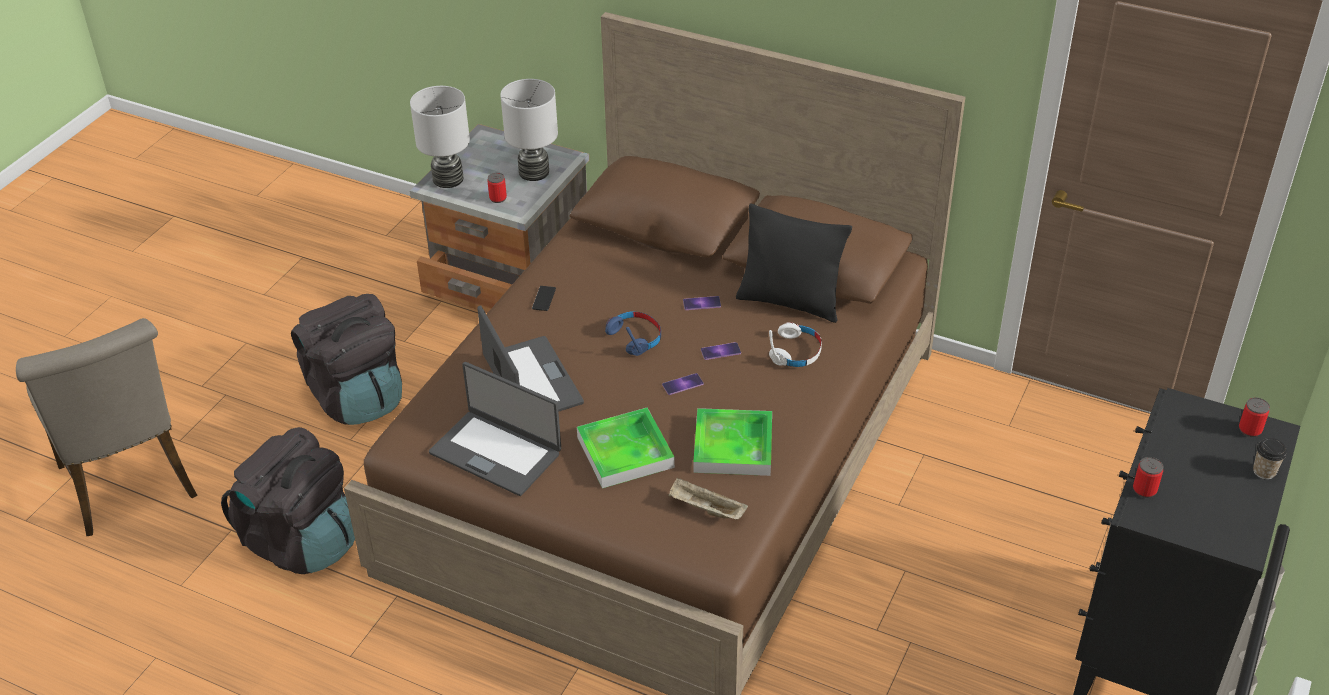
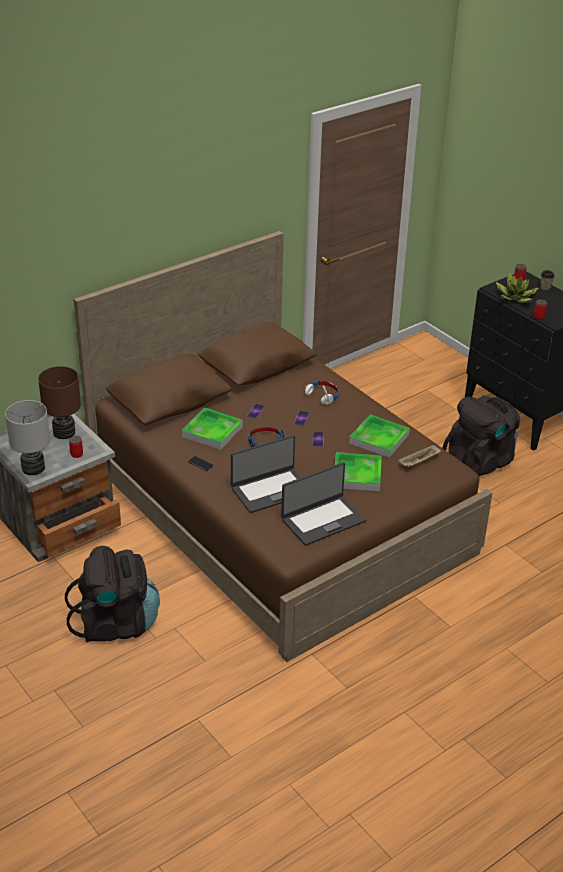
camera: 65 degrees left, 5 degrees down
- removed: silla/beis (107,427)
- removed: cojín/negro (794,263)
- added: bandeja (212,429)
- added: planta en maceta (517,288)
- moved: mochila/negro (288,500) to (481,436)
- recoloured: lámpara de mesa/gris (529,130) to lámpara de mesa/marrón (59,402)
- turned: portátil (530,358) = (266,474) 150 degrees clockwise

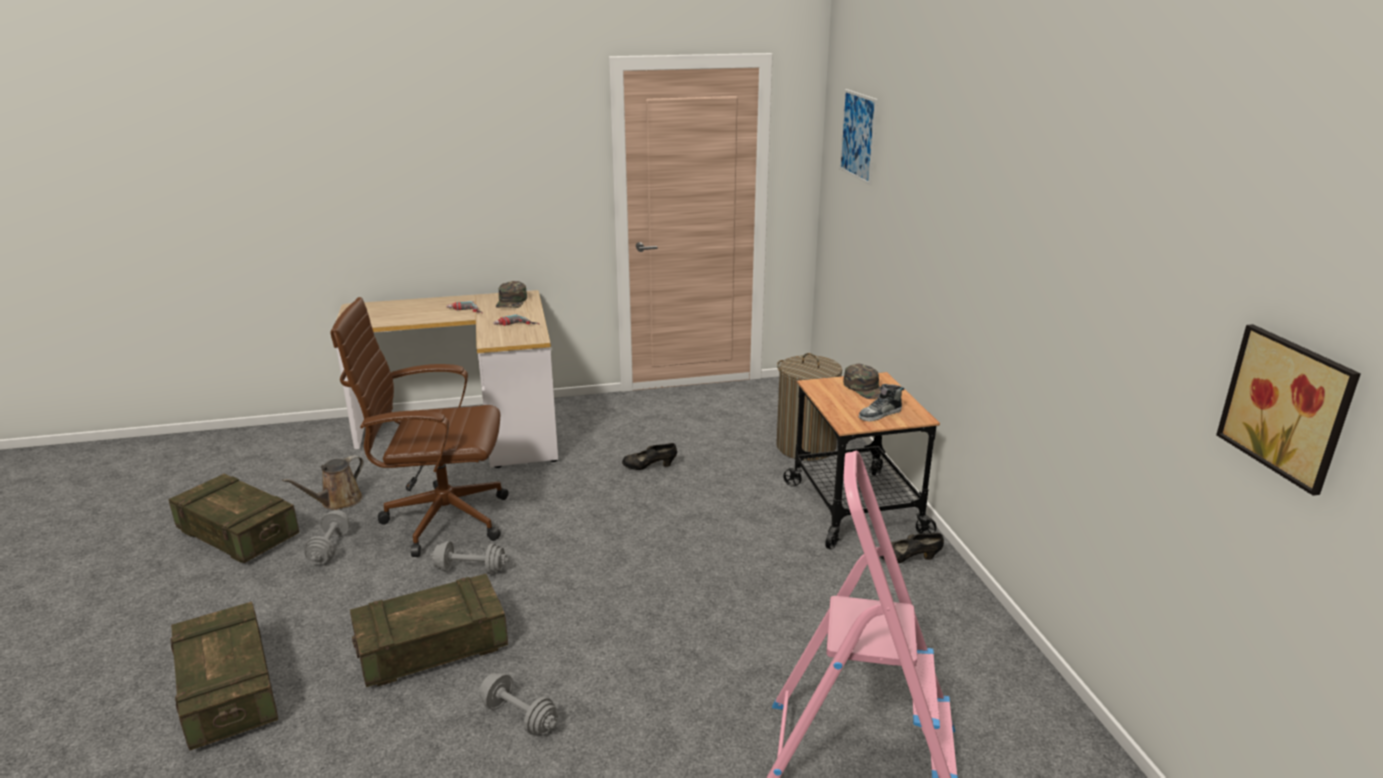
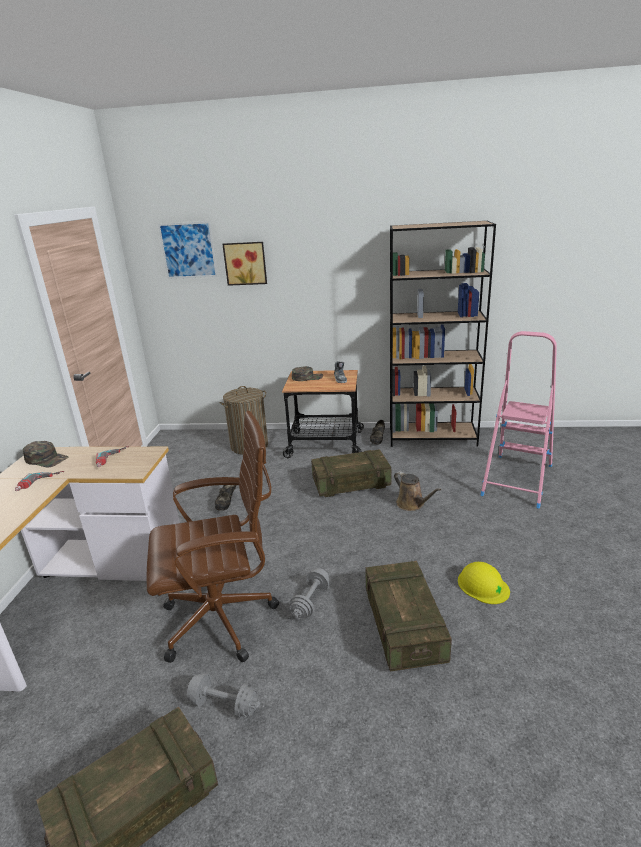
camera: 70 degrees left, 0 degrees up
- added: estantería/beis (443,334)
- moved: caja de embalaje (224,676) to (351,473)
- moved: regadera/marrón (323,482) to (417,491)
- moved: cuadro (1288,410) to (244,264)
- replaced: mancuerna/gris (518,704) to casco/amarillo (484,583)
- turned: silla de oficina/marrón (420,427) = (213,537) 120 degrees counterclockwise

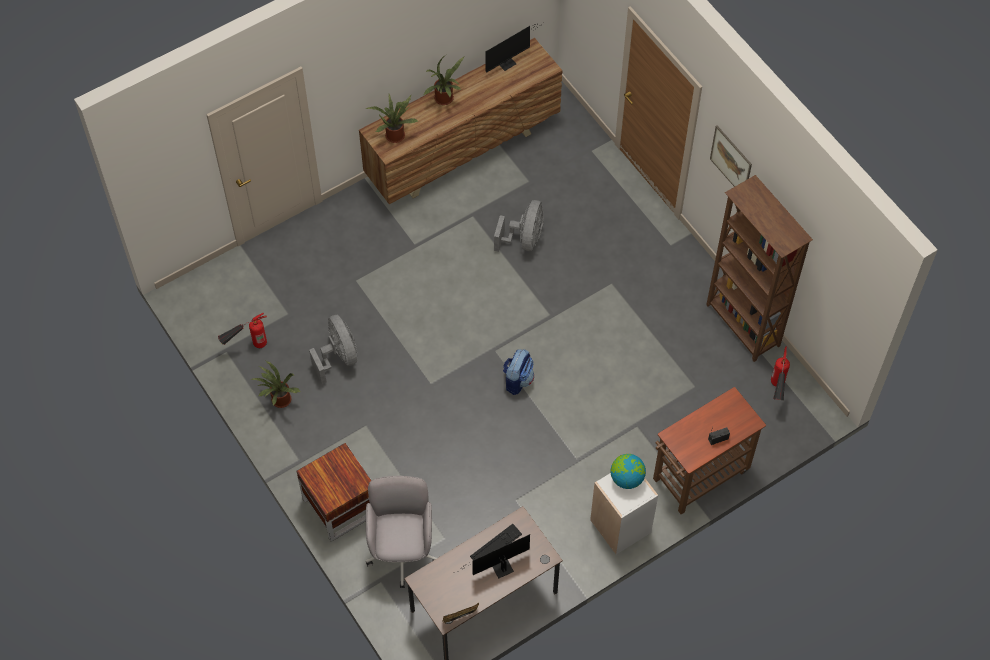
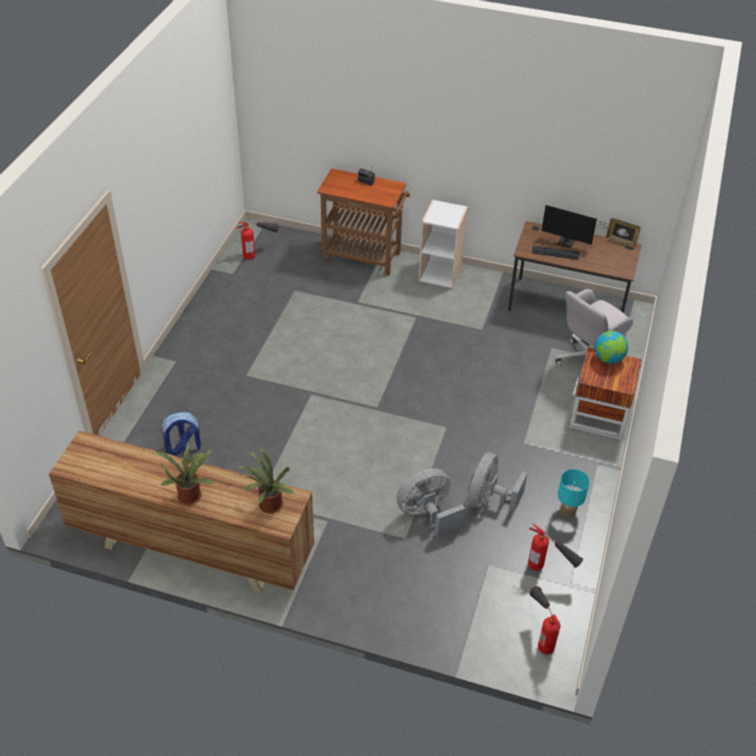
camera: 130 degrees left, 15 degrees down
- removed: monitor (512,48)
- removed: estantería/marrón (759,268)
- removed: cuadro (731,156)
- added: extintor (545,620)
- moved: ventilador/gris (519,226) to (430,502)
- moved: mochila (518,372) to (181,434)
- moved: globo terráqueo (628,471) to (611,347)
- replaced: planta en maceta (275,384) to lámpara de mesa/turquesa (574,493)

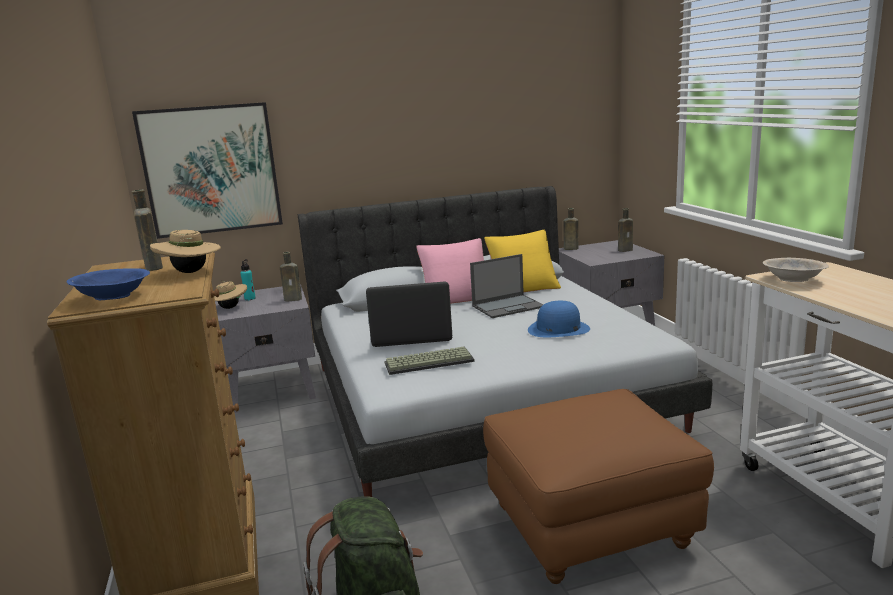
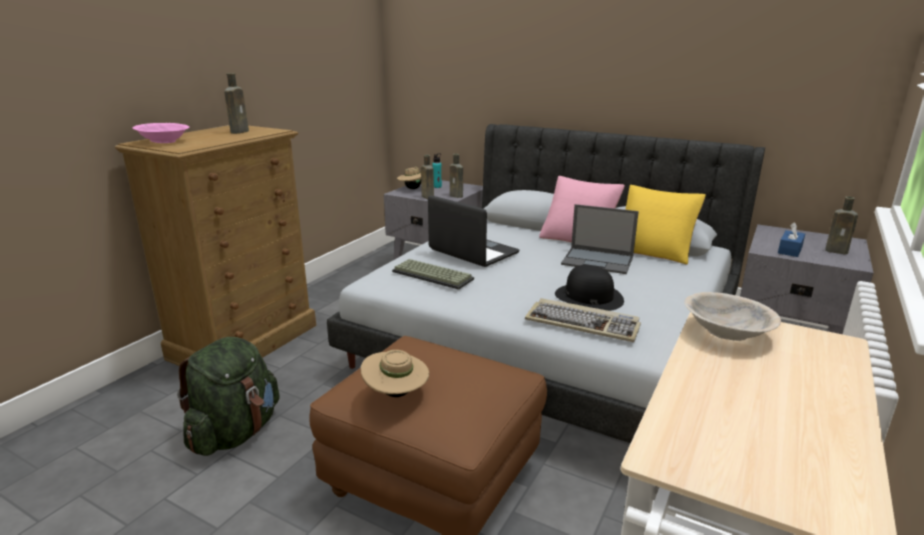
camera: 45 degrees right, 5 degrees up
- removed: cuadro (207,170)
- added: teclado (583,320)
- added: caja de pañuelos/azul (791,239)
- moved: sombrero/beis (185,251) to (395,373)
- moved: botella/marrón (570,229) to (427,177)
- recoloured: cuenco/azul (108,284) to cuenco/rosa (160,133)
- recoloured: sombrero/azul (559,319) to sombrero/negro (589,288)

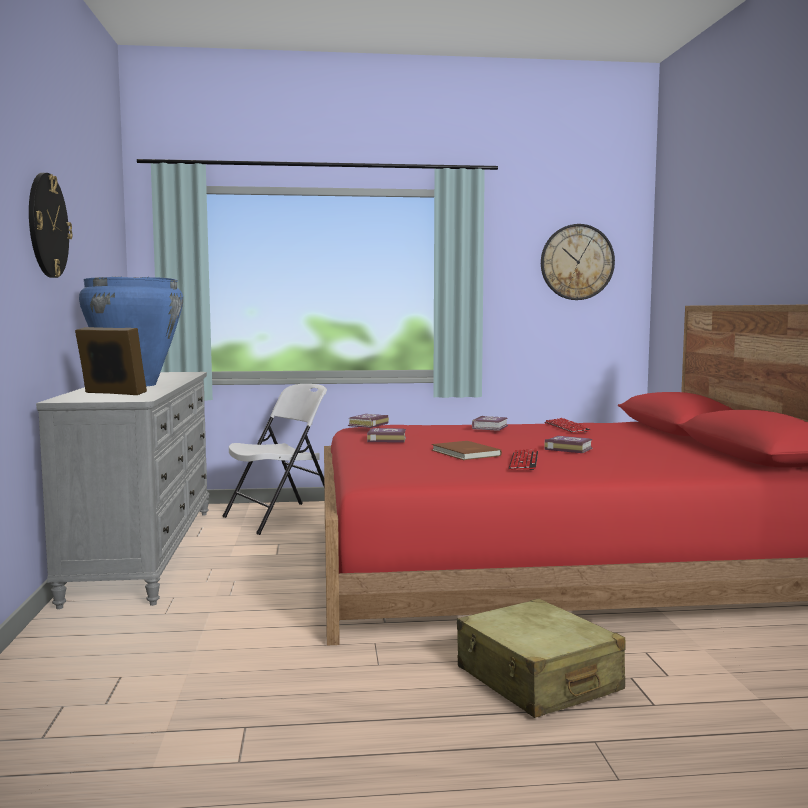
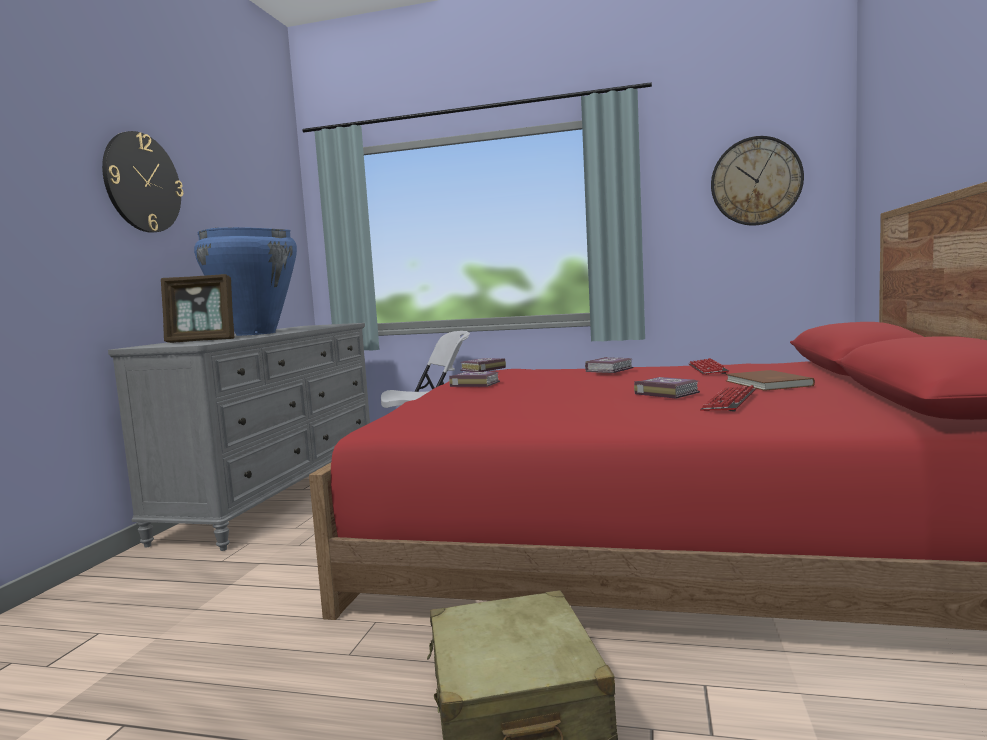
camera: 20 degrees right, 0 degrees up
- moved: libro/marrón (466,450) to (770,380)
- moved: teclado (523,459) to (728,398)
- turned: portarretratos (111,361) = (197,308) 135 degrees clockwise

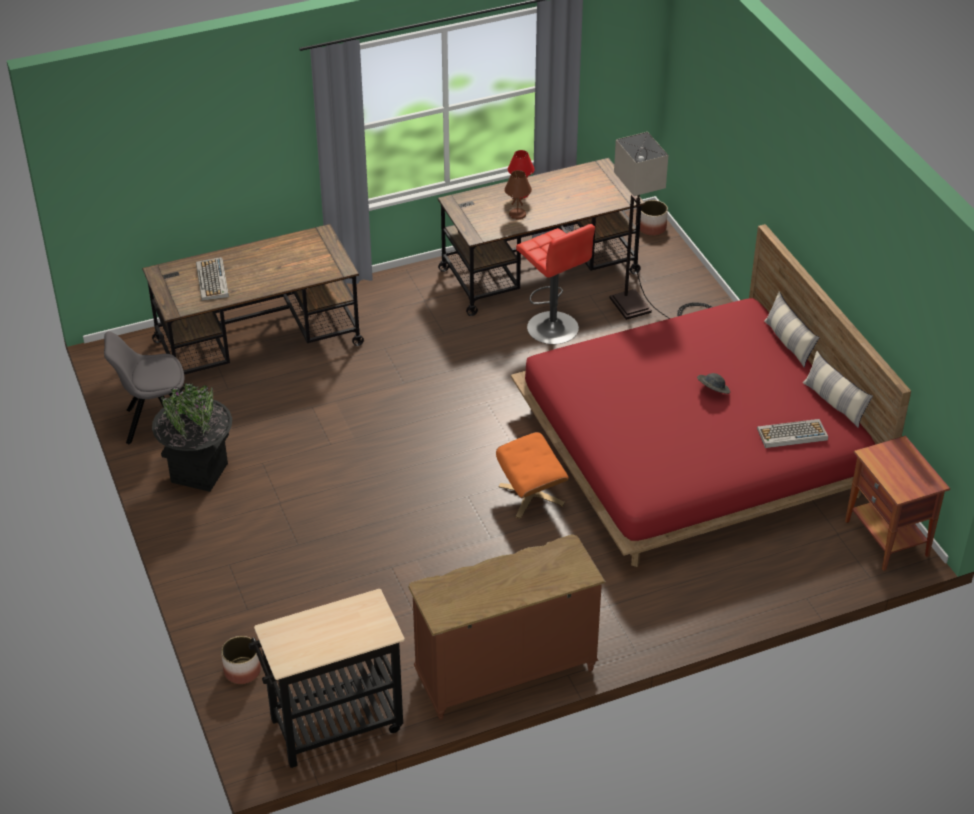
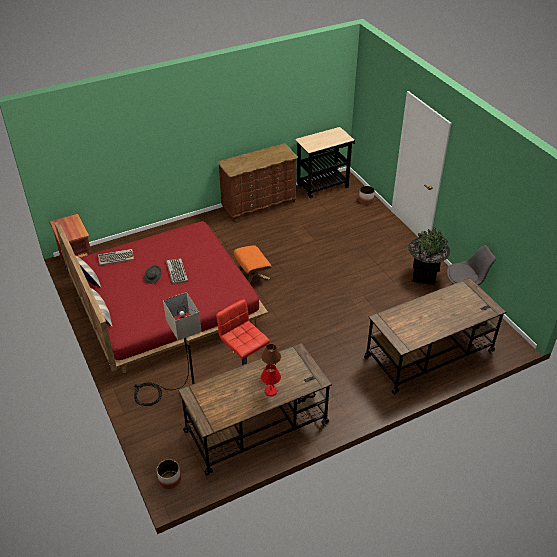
camera: 175 degrees right, 0 degrees up
- moved: teclado (212,279) to (177,271)

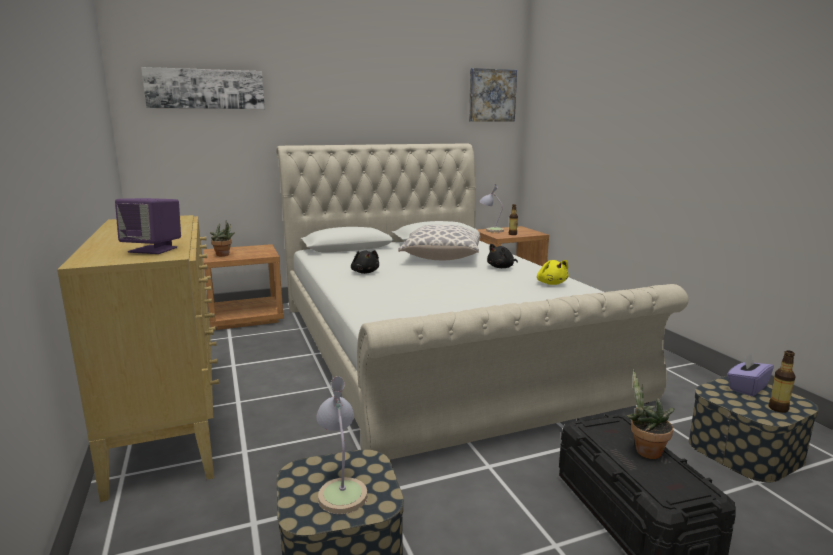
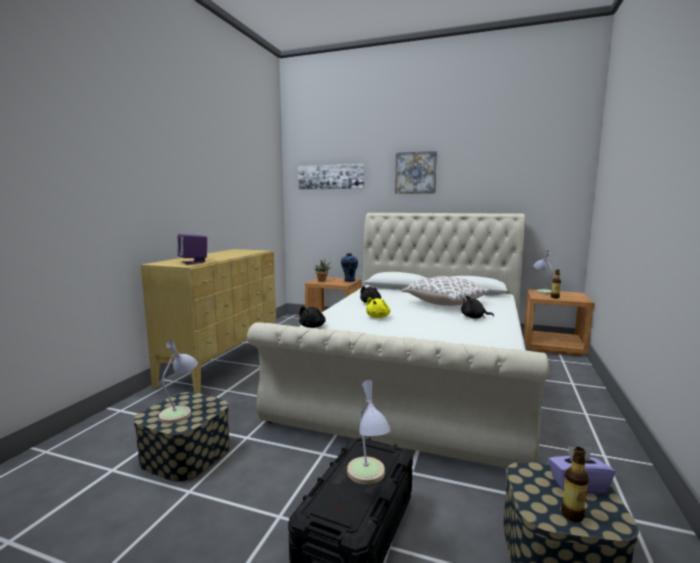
camera: 40 degrees right, 5 degrees down
- added: peluche/negro (312,317)
- added: florero (349,267)
- moved: cuadro (493,95) to (416,172)
- moved: peluche/amarillo (553,272) to (378,307)
- replaced: planta en maceta (650,414) to lámpara de mesa (369,432)

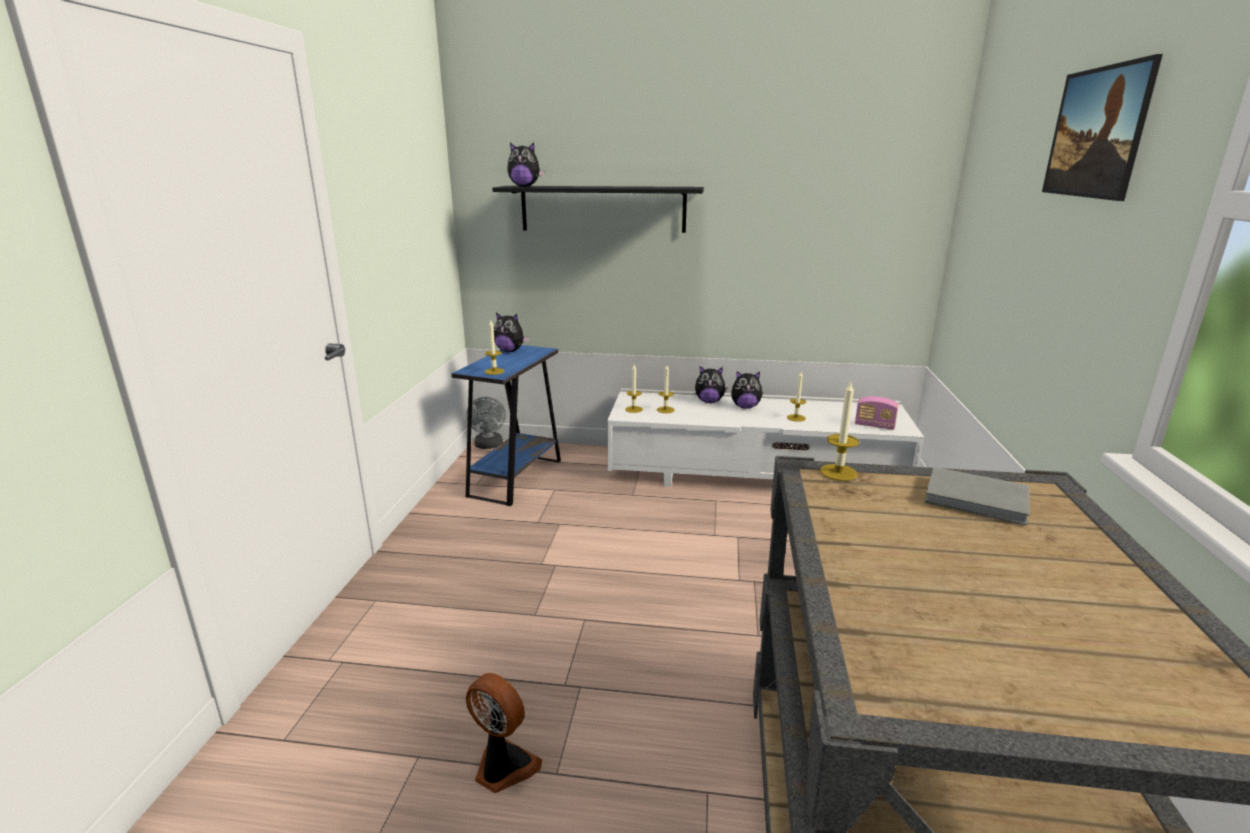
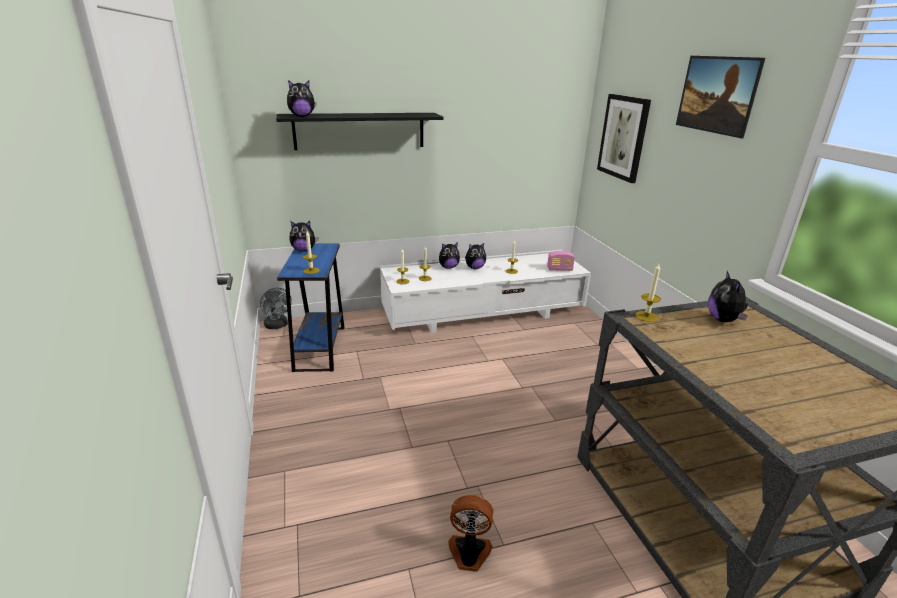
camera: 25 degrees left, 5 degrees up
- added: cuadro (624,138)
- replaced: libro/gris (977,496) to peluche (728,296)

